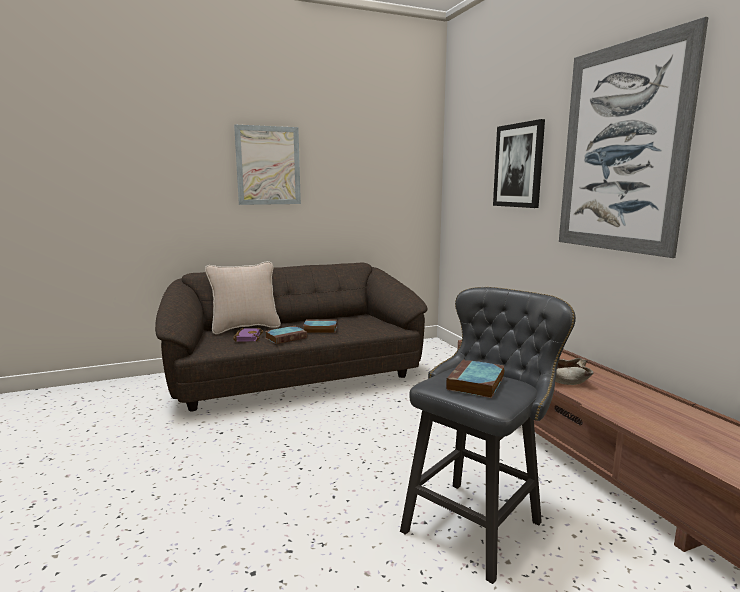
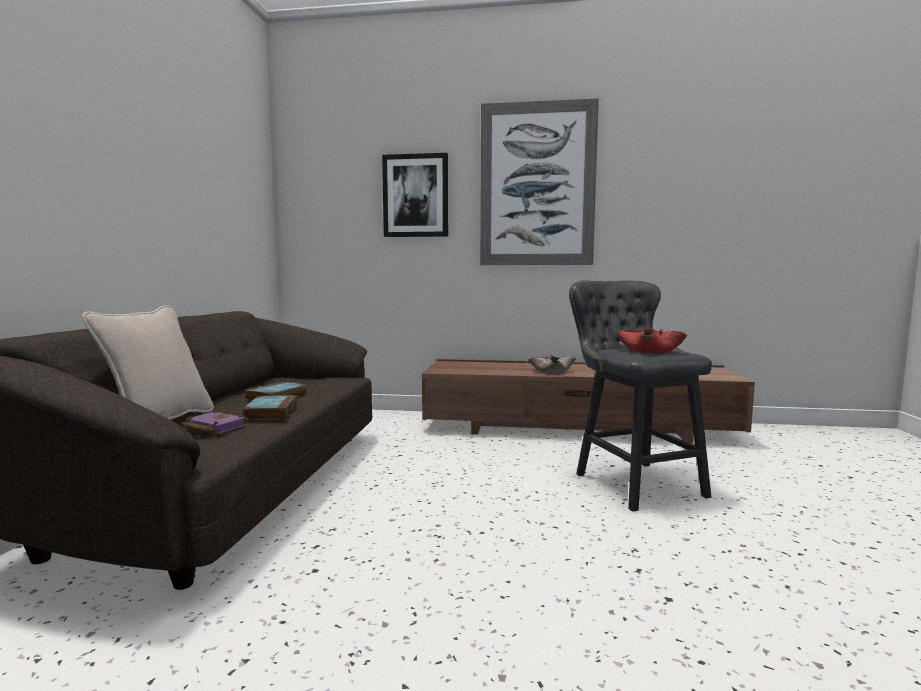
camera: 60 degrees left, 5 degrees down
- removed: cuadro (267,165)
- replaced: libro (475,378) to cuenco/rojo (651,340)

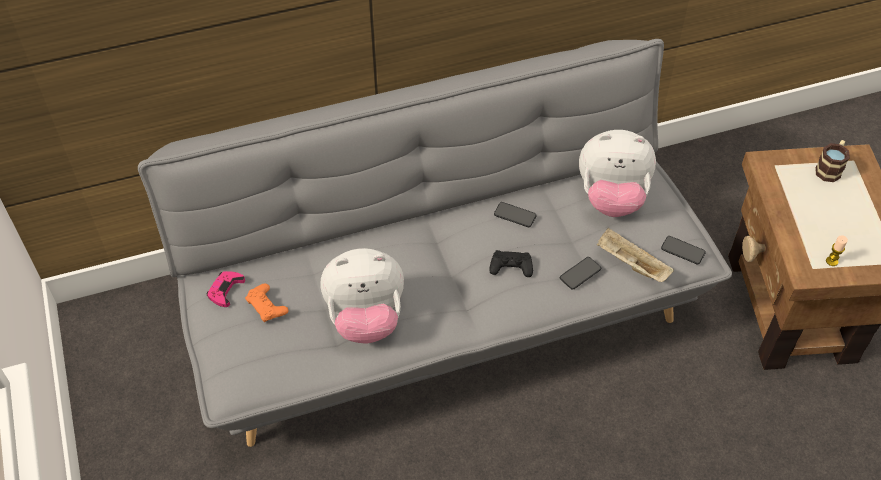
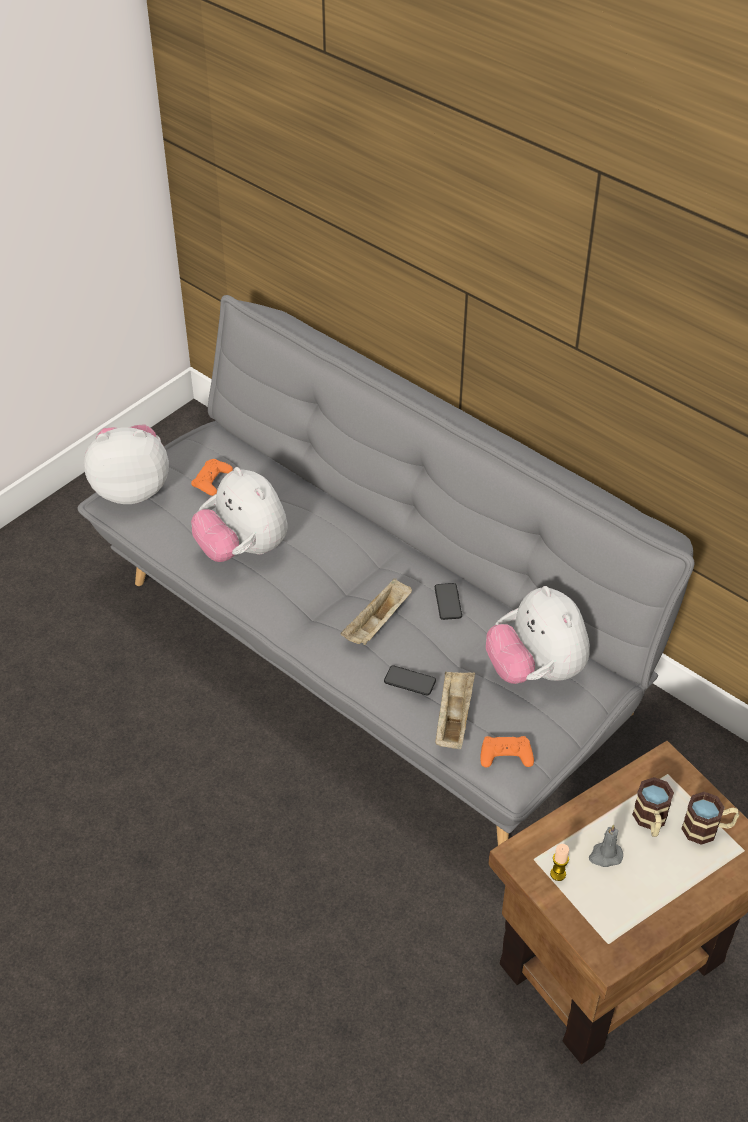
camera: 60 degrees right, 5 degrees down
- removed: mando de consola/rosa (226,289)
- added: peluche (126,464)
- added: vela/gris (606,845)
- added: taza grande (653,807)
- replaced: mando de consola/negro (511,263) to bandeja/beis (376,611)
- replaced: móvil (683,250) to mando de consola/naranja (507,751)

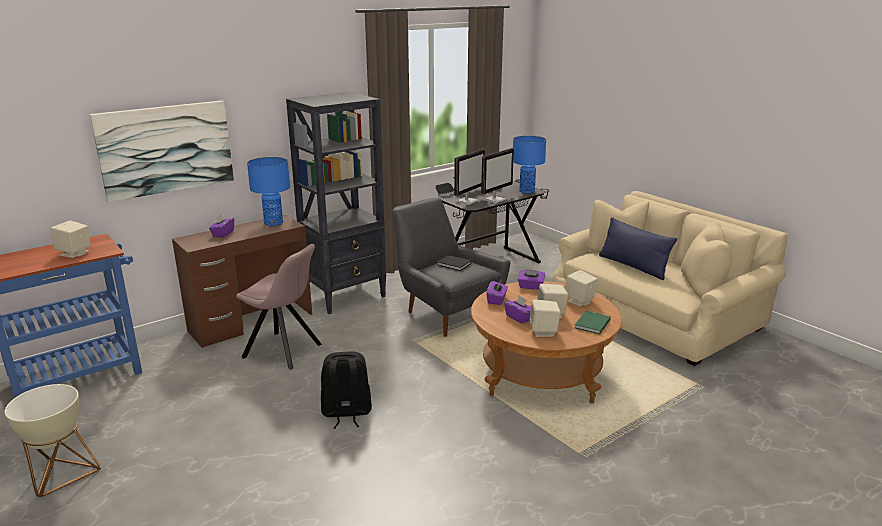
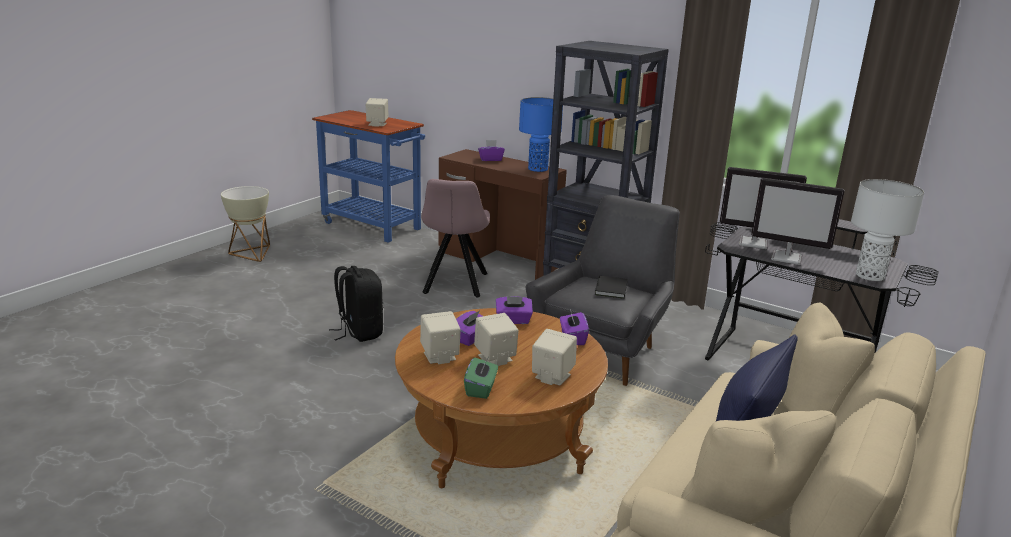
camera: 70 degrees right, 0 degrees up
- removed: cuadro (161,151)
- replaced: libro/verde (593,322) to caja de pañuelos/verde (481,378)
- recoloured: lámpara de mesa/azul (529,164) to lámpara de mesa/blanco (887,230)

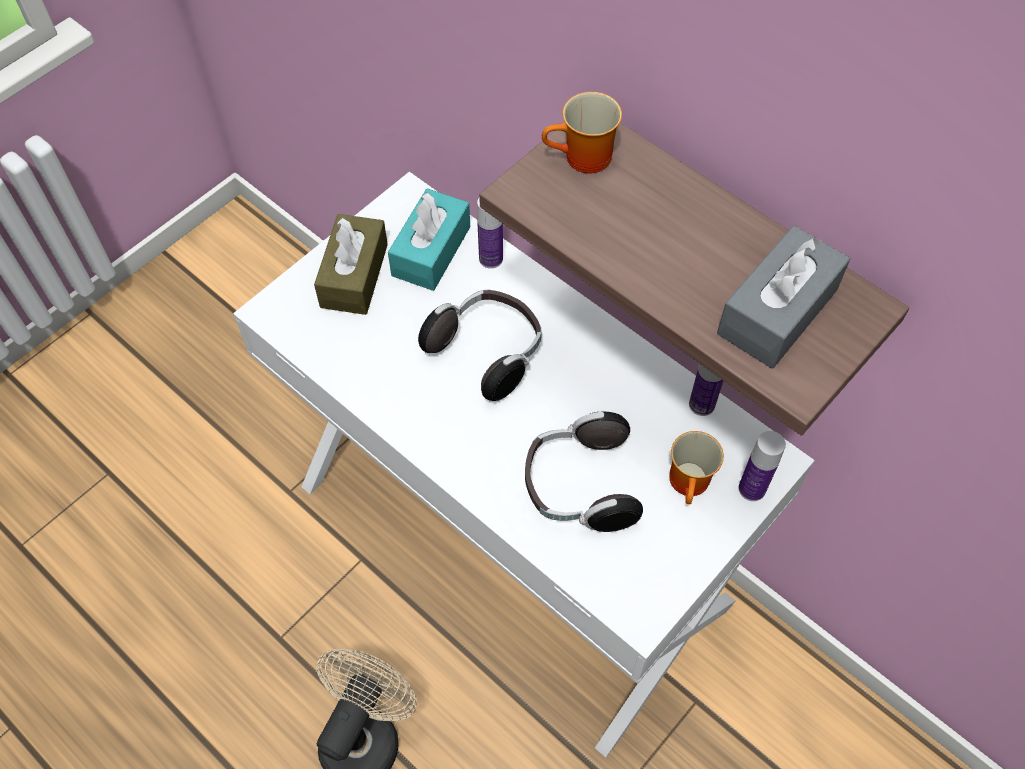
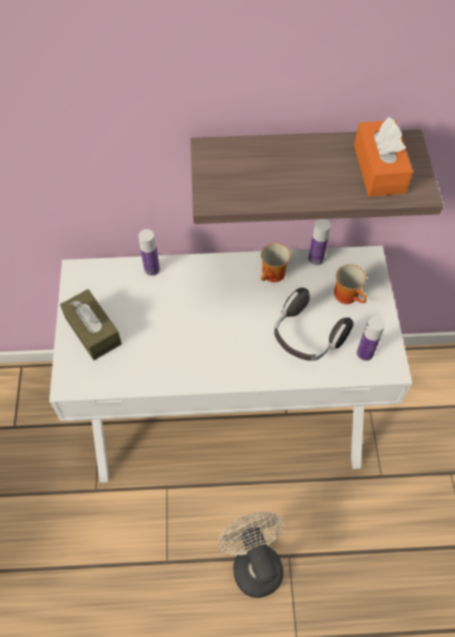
camera: 45 degrees left, 0 degrees up
- removed: caja de pañuelos/turquesa (429,239)
- removed: auriculares (479,345)
- moved: taza grande (582,132) to (276,262)
- moved: botella (762,466) to (371,338)
- recoloured: caja de pañuelos/gris (783,297) to caja de pañuelos/naranja (383,157)

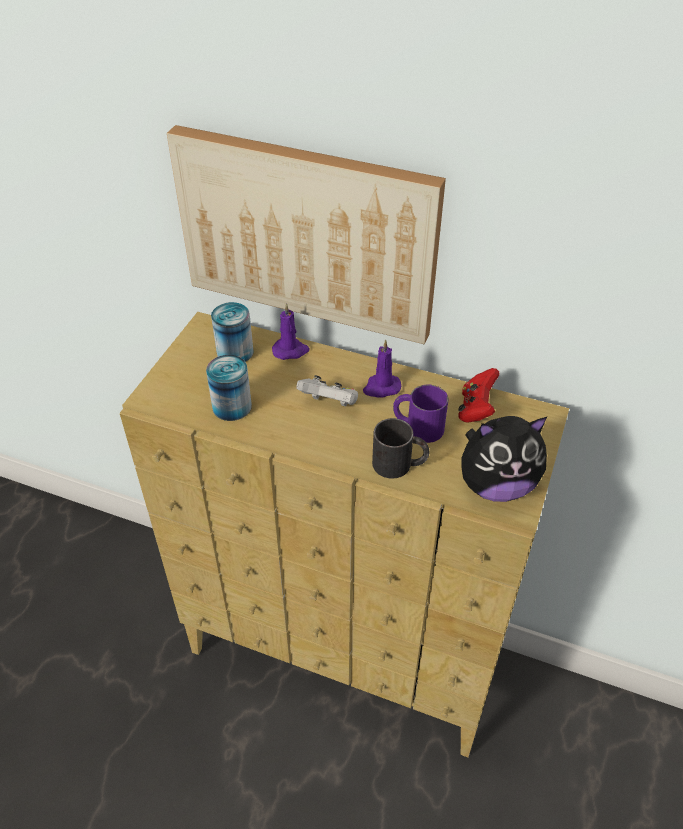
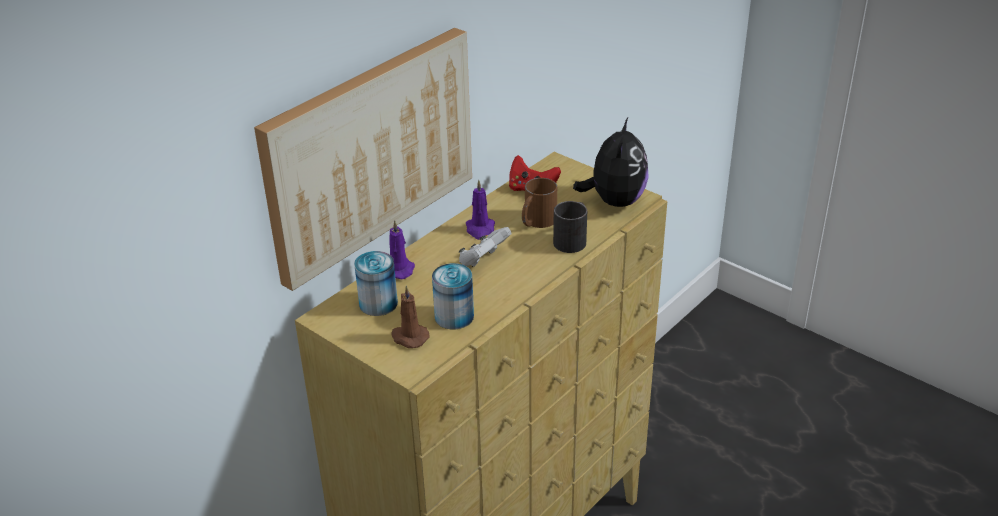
camera: 70 degrees left, 10 degrees down
- added: vela/marrón (410,317)
- recoloured: taza grande/morado (420,414) to taza grande/marrón (539,203)

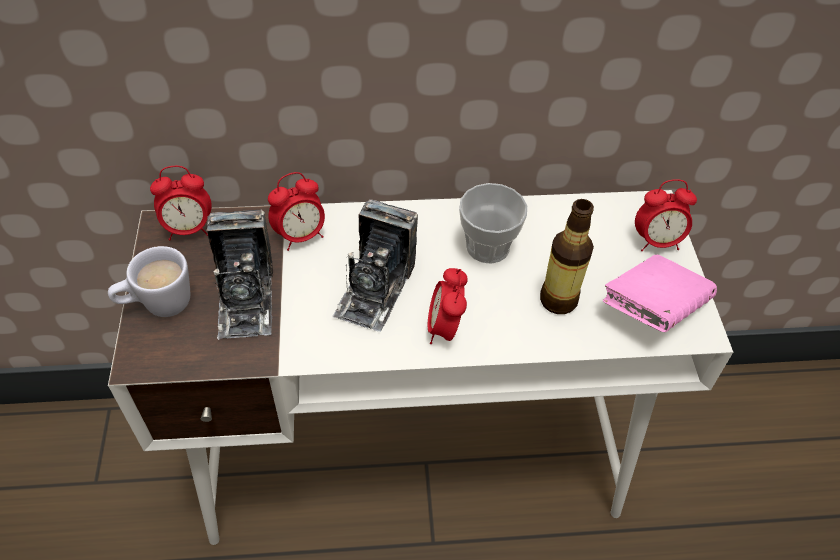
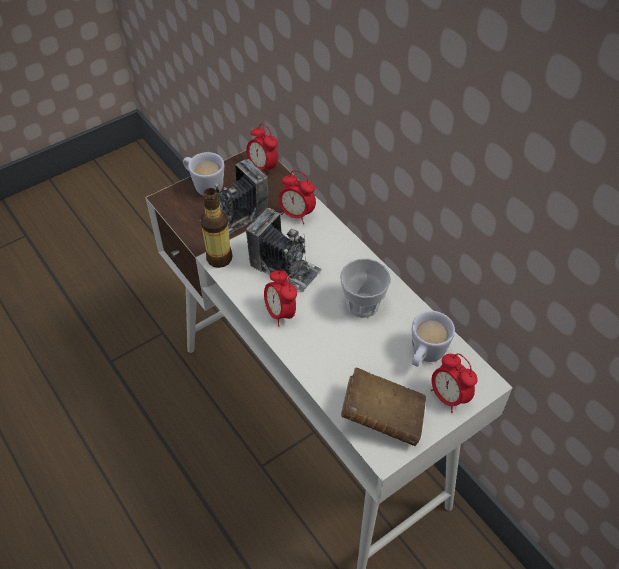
camera: 60 degrees right, 0 degrees up
- added: taza grande/blanco (433,339)
- moved: botella (567,256) to (217,228)
- recoloured: libro/rosa (660,293) to libro/marrón (383,406)
- turned: cámara (375,265) = (284,250) 135 degrees counterclockwise
- turned: despertador (448,306) = (280,298) 90 degrees counterclockwise

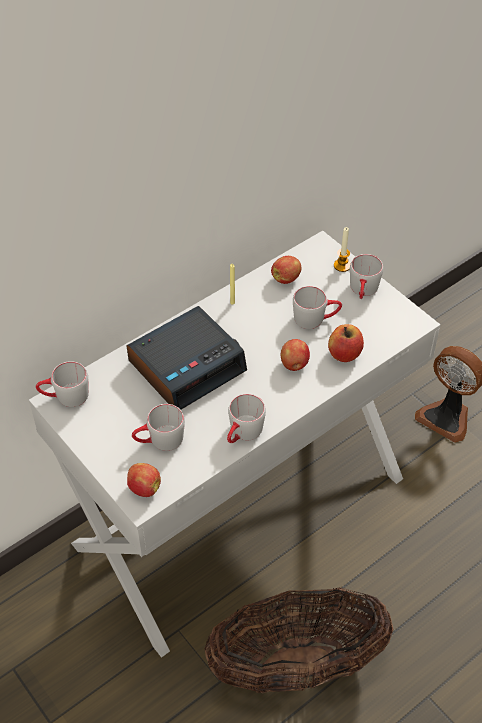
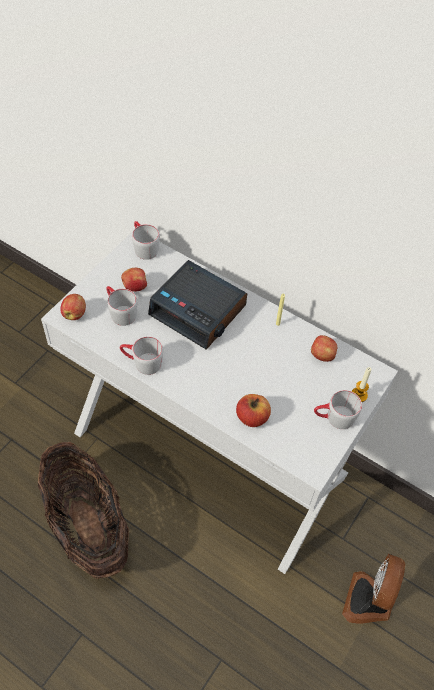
camera: 70 degrees right, 5 degrees up
- removed: taza grande/gris (317,307)
- moved: manzana (295,355) to (134,280)

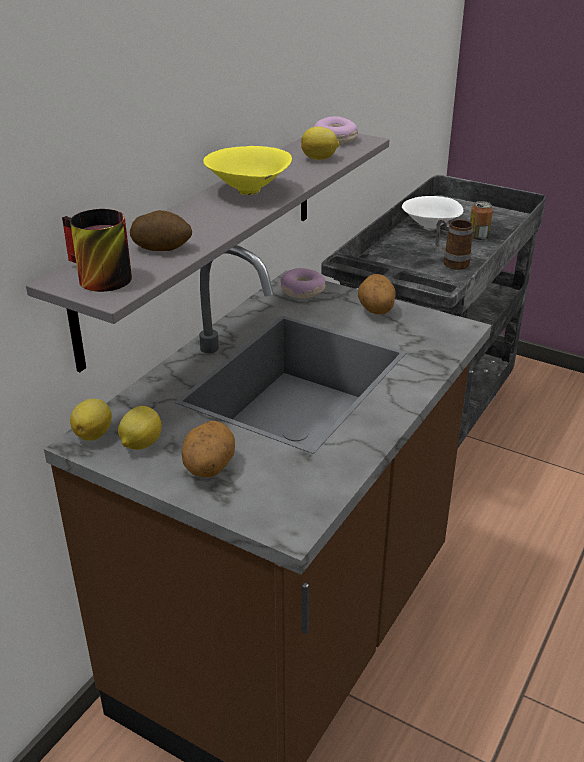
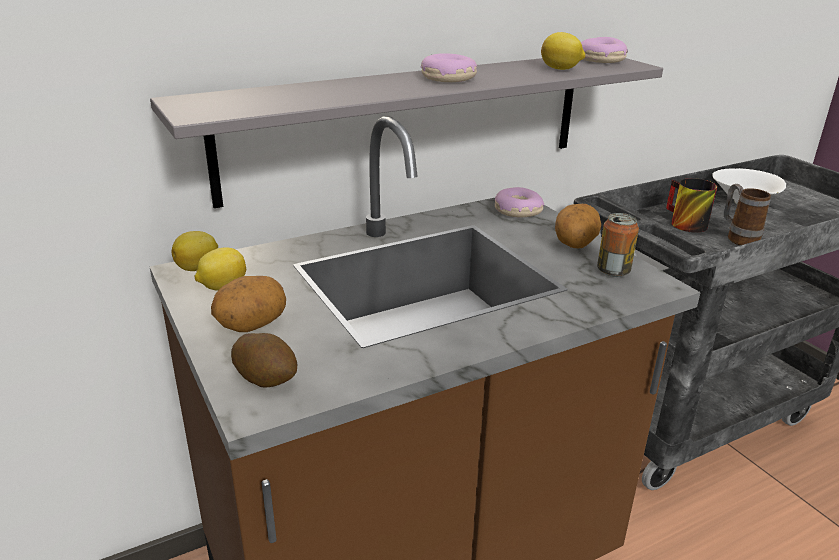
camera: 30 degrees right, 5 degrees down
- moved: taza grande (97,250) to (691,205)
- moved: patata (161,230) to (264,360)
- moved: lata (481,221) to (618,245)
- replaced: cuenco/amarillo (247,170) to rosquilla (449,67)

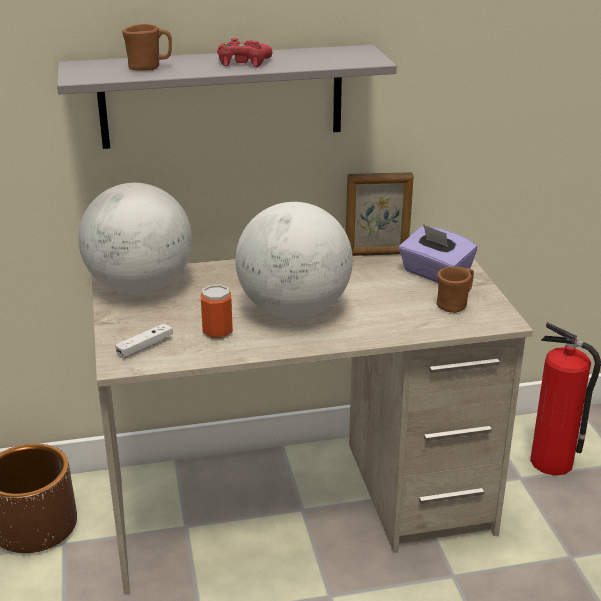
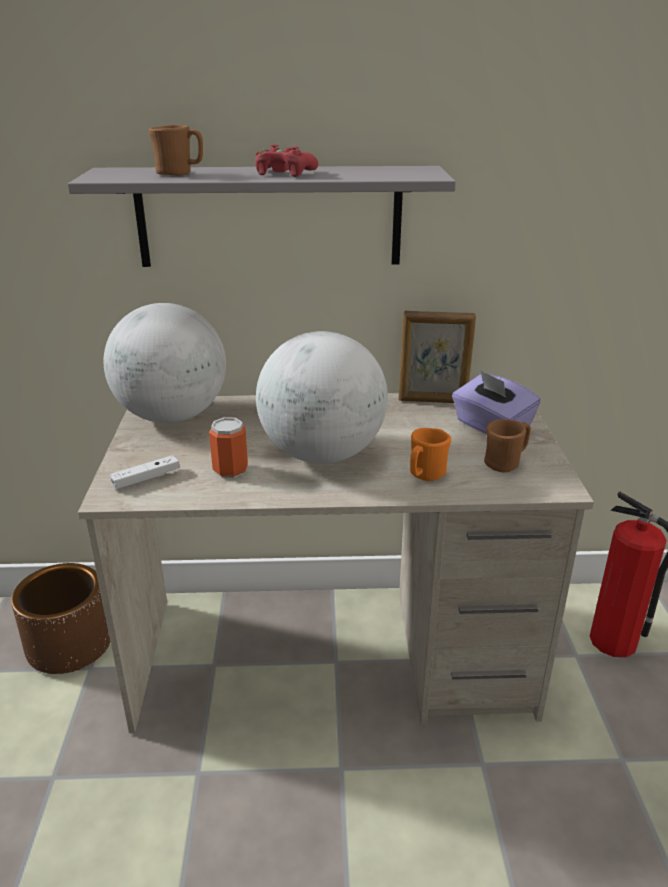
camera: 10 degrees right, 0 degrees up
- added: taza grande/naranja (430,454)

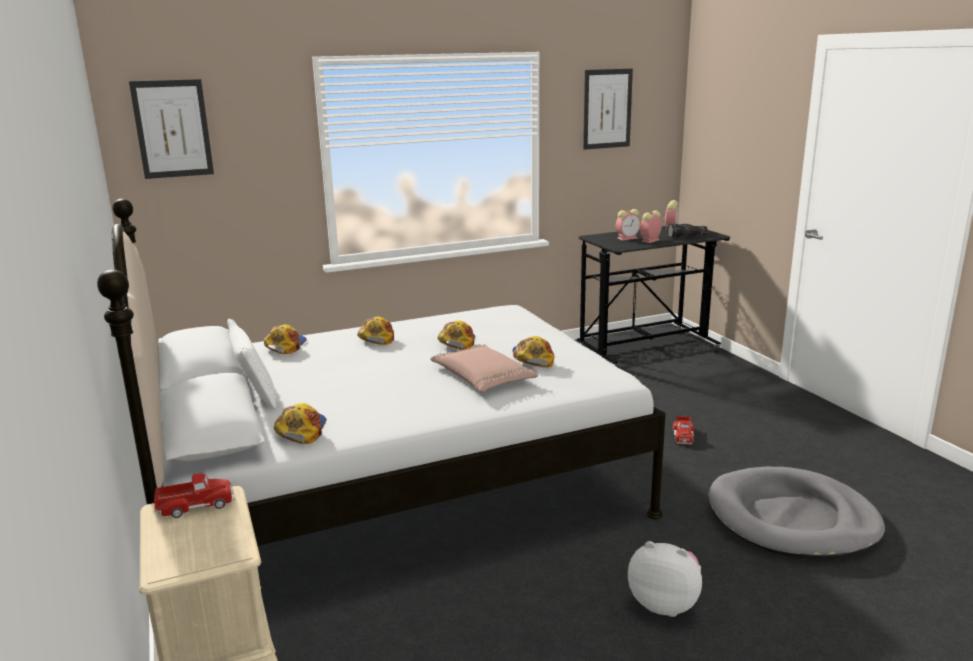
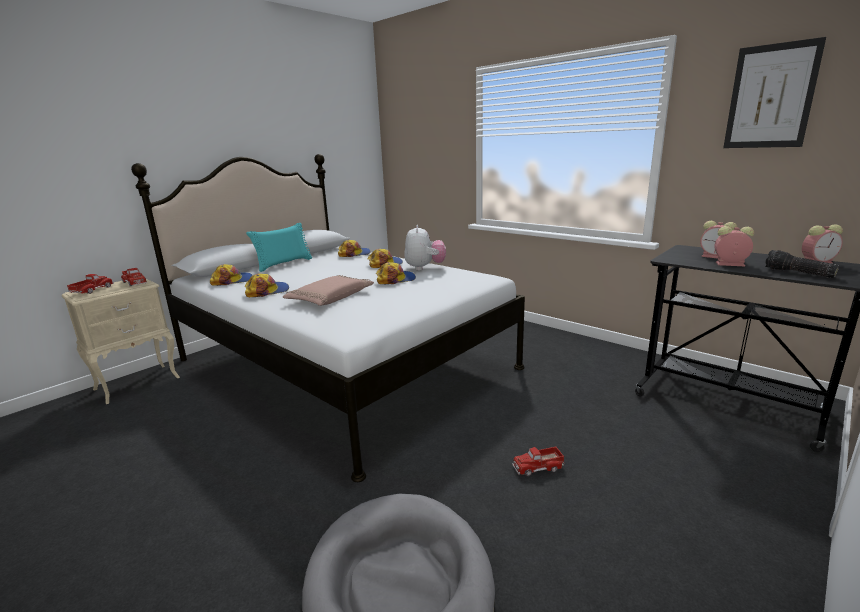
camera: 65 degrees right, 0 degrees up
- removed: cuadro (171,129)
- added: camión de juguete (90,284)
- moved: gorra (533,351) to (267,285)
- moved: peluche (665,579) to (425,247)
- recoloured: cojín/blanco (253,364) to cojín/turquesa (279,247)

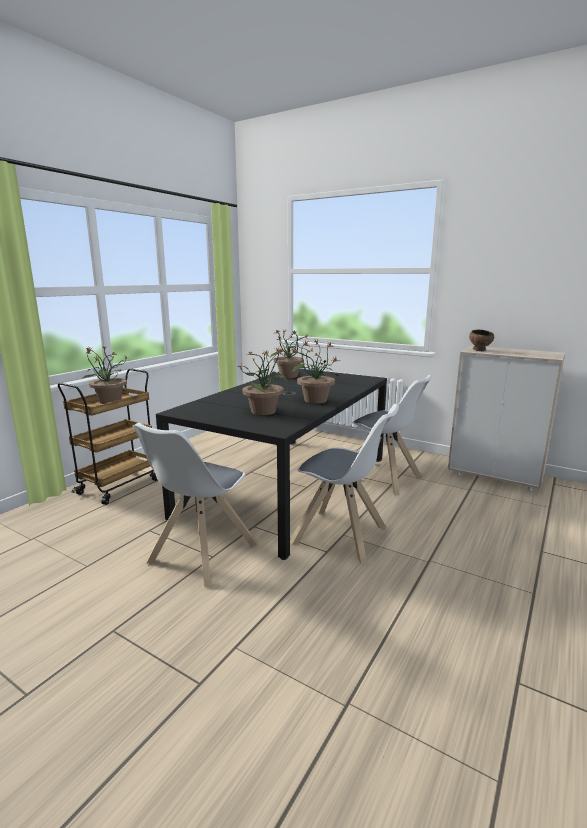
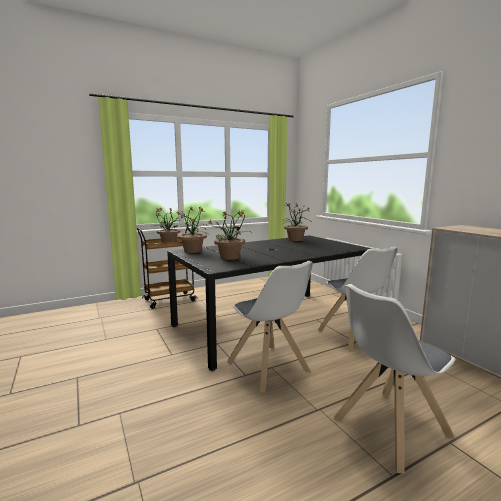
camera: 30 degrees right, 5 degrees down
- removed: cuenco/marrón (481,340)
- moved: silla (195,505) to (394,379)
- moved: planta en maceta (314,372) to (192,229)

